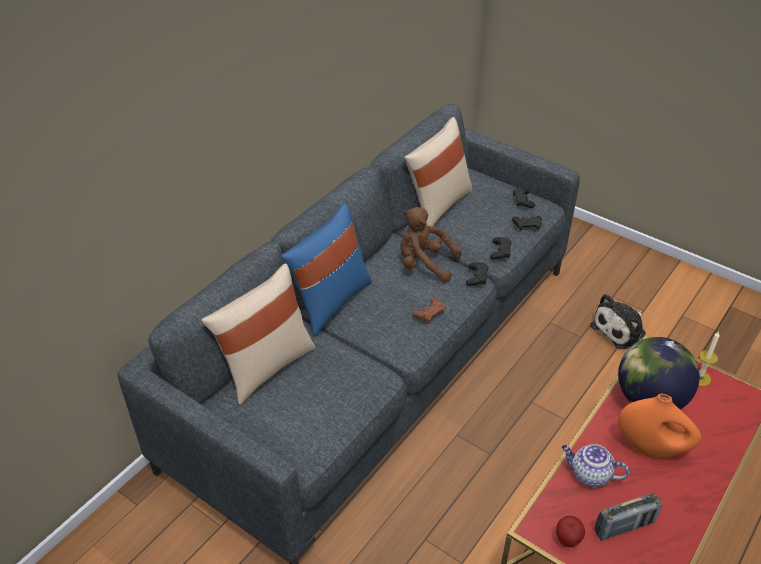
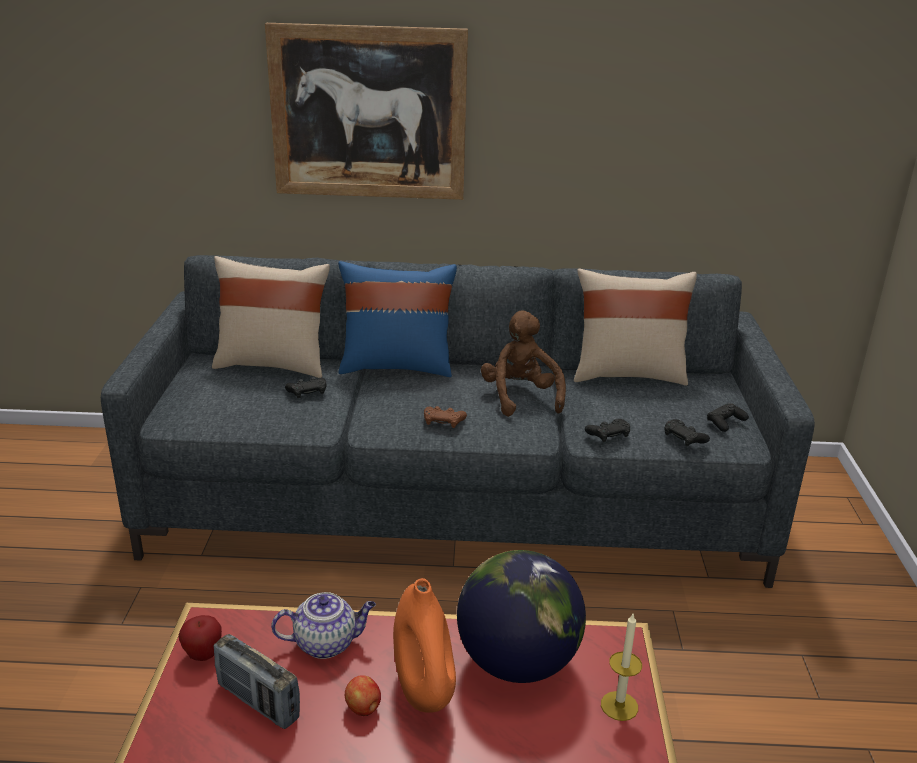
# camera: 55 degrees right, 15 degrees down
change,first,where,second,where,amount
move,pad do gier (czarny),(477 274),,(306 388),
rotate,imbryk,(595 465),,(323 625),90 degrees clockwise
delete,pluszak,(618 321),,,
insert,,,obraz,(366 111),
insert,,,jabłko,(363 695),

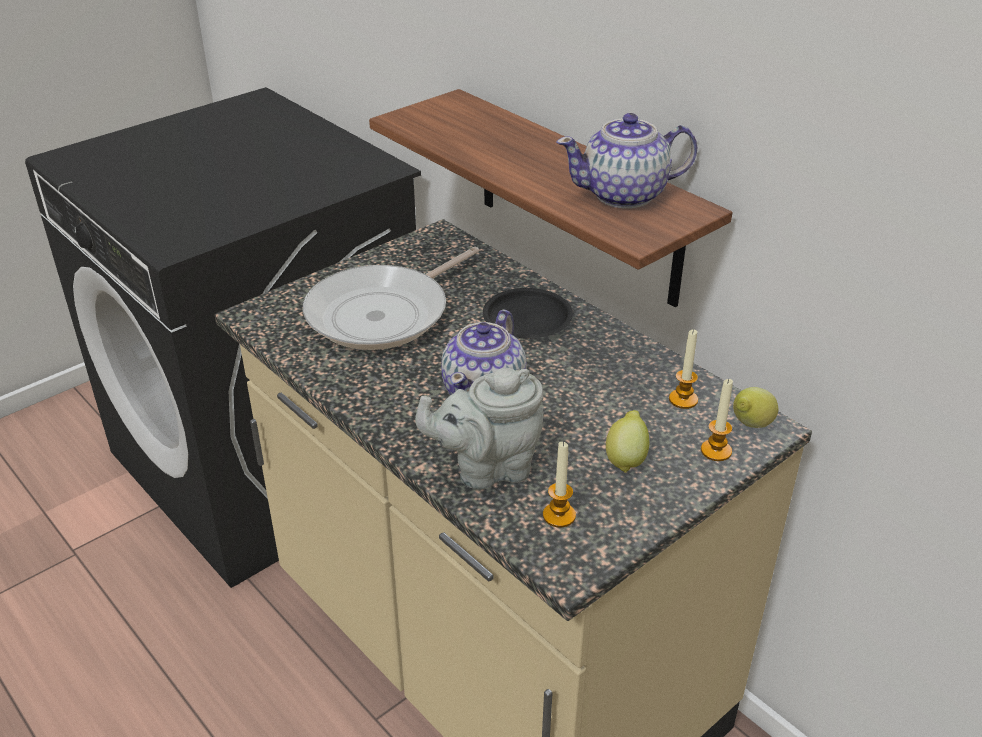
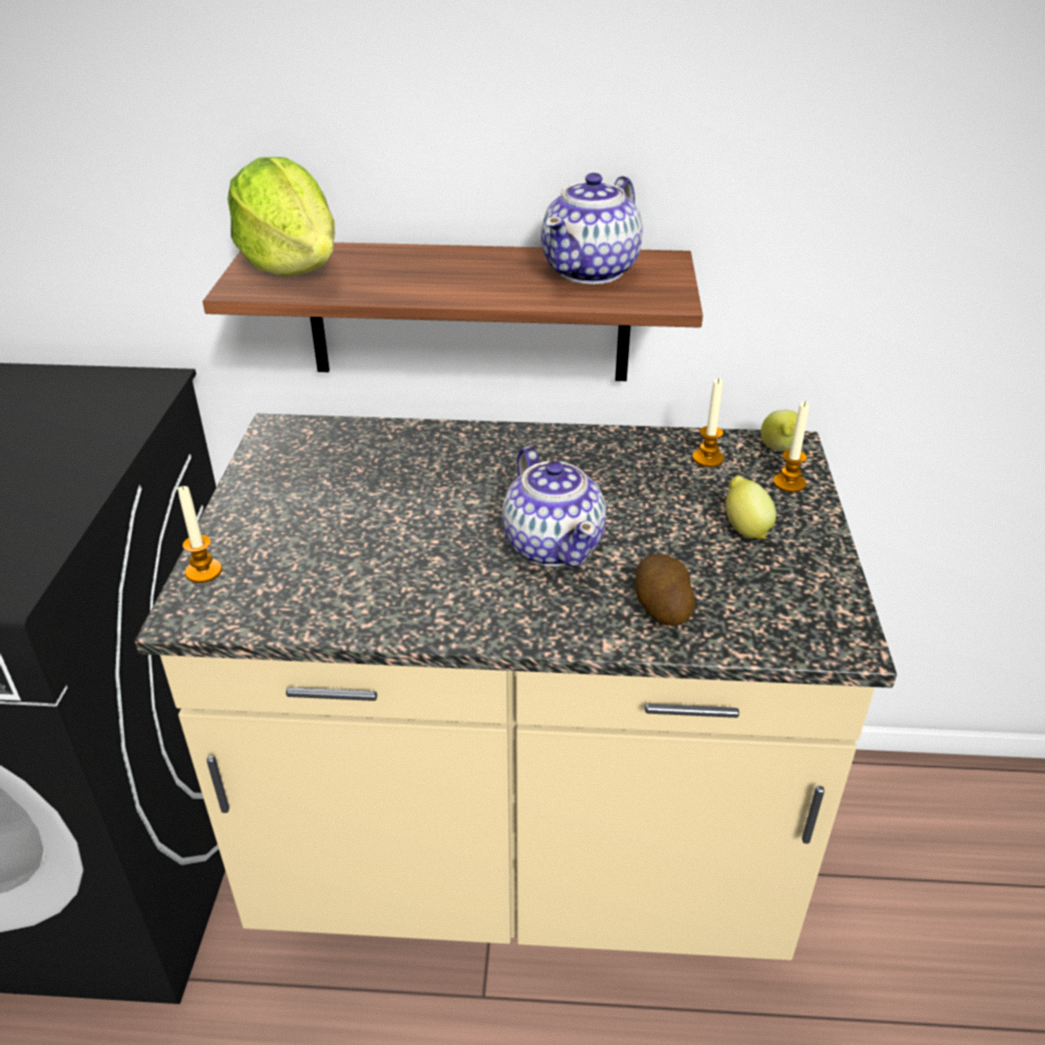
# camera: 45 degrees left, 0 degrees up
change,first,where,second,where,amount
delete,patelnia,(391 298),,,
replace,imbryk (szary),(479 428),ziemniak,(665 590),
delete,talerz (czarny),(528 313),,,
move,świeca,(559 484),,(200 534),
insert,,,sałata,(281 217),

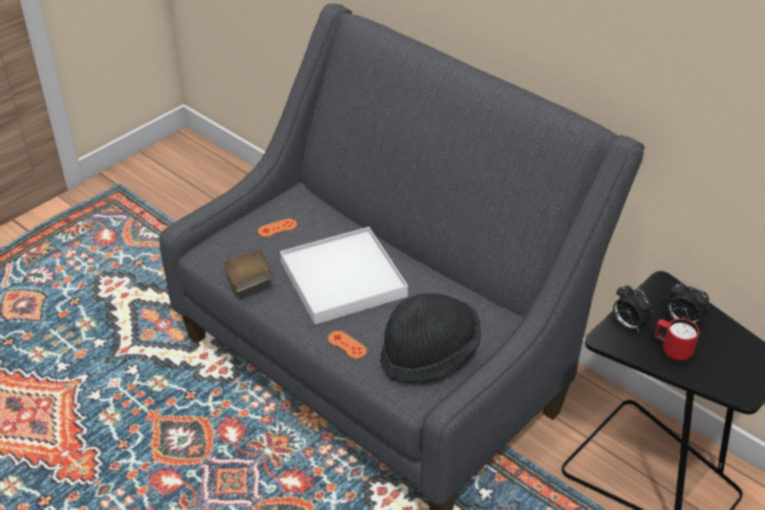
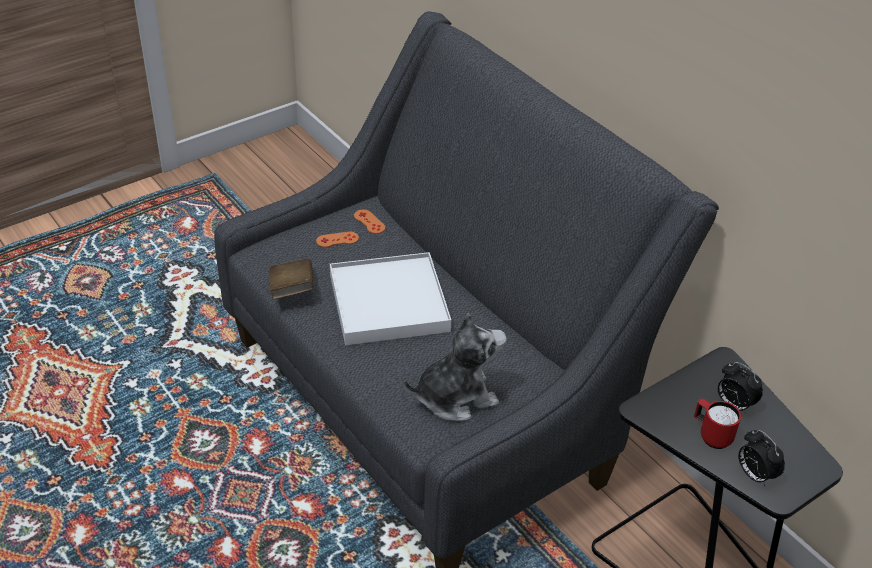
# camera: 10 degrees right, 0 degrees up
change,first,where,second,where,amount
move,pad do gier (pomarańczowy),(347 345),,(370 222),
replace,kapelusz (czarny),(430 338),pluszak,(455 367),
move,budzik,(633 308),,(761 458),

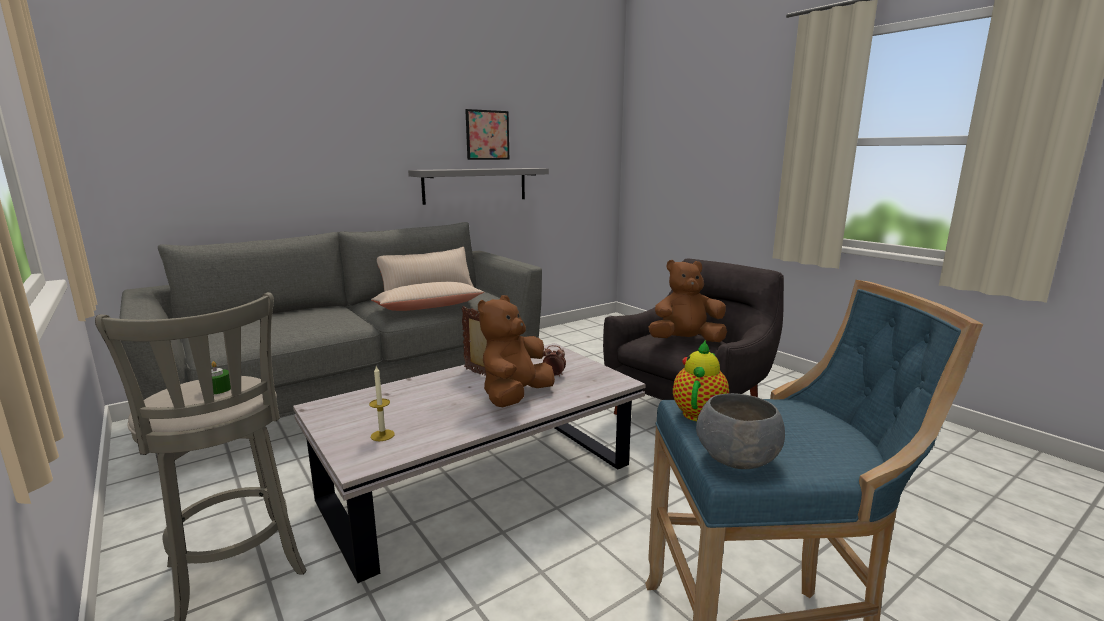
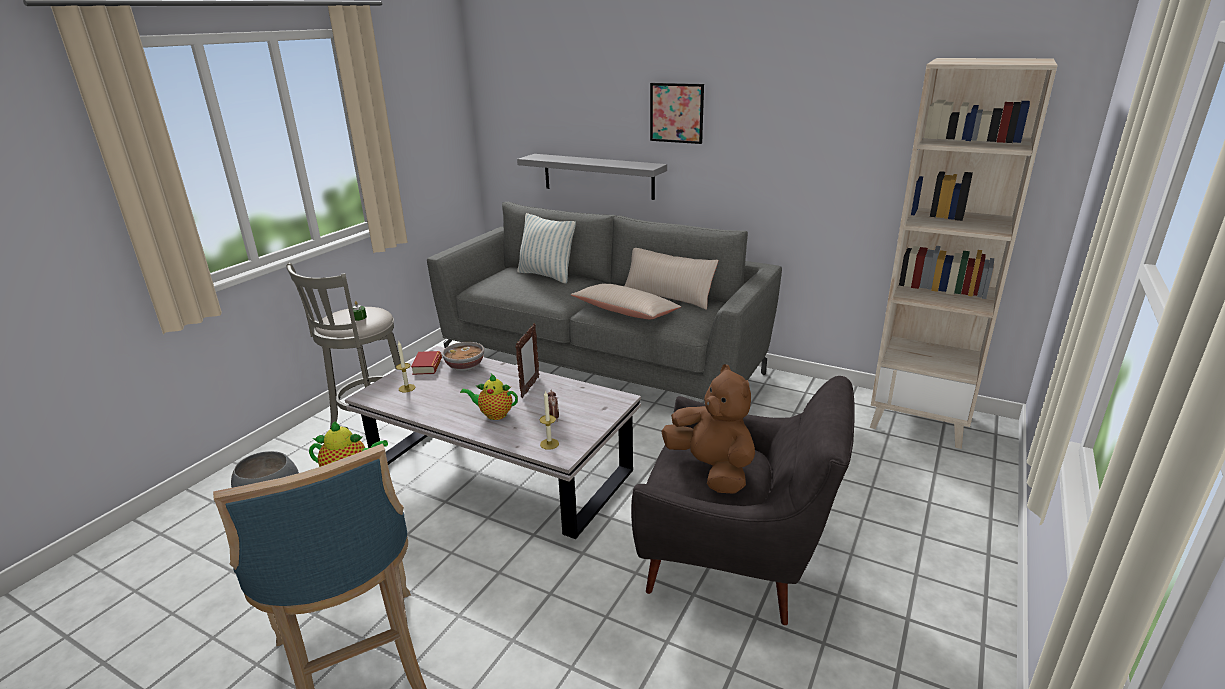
# camera: 65 degrees right, 10 degrees up
change,first,where,second,where,amount
move,półka (szary),(478 186),,(592 177),
move,obraz,(487 134),,(677 113),
replace,pluszak (brązowy),(516 351),imbryk,(489 397),
insert,,,książka,(426 363),
insert,,,miska,(463 356),
insert,,,poduszka,(546 248),
insert,,,świeca,(549 420),
insert,,,regał (beżowy),(964 253),

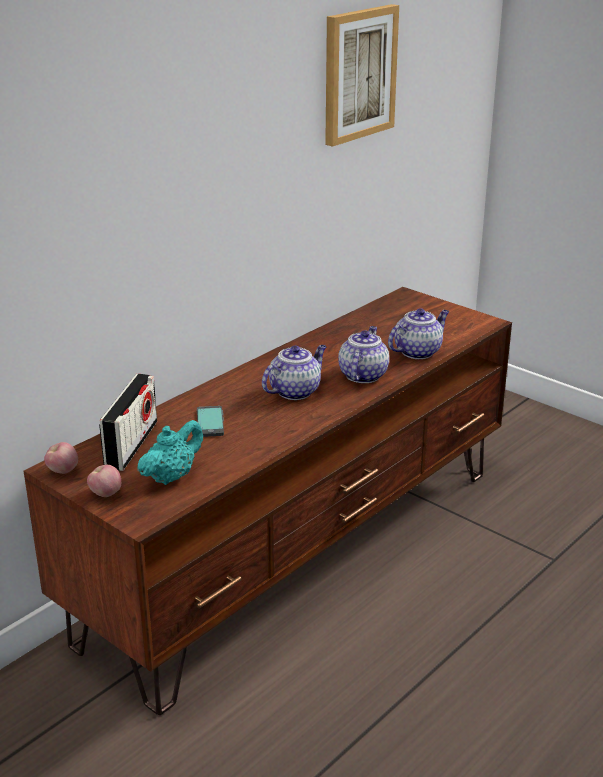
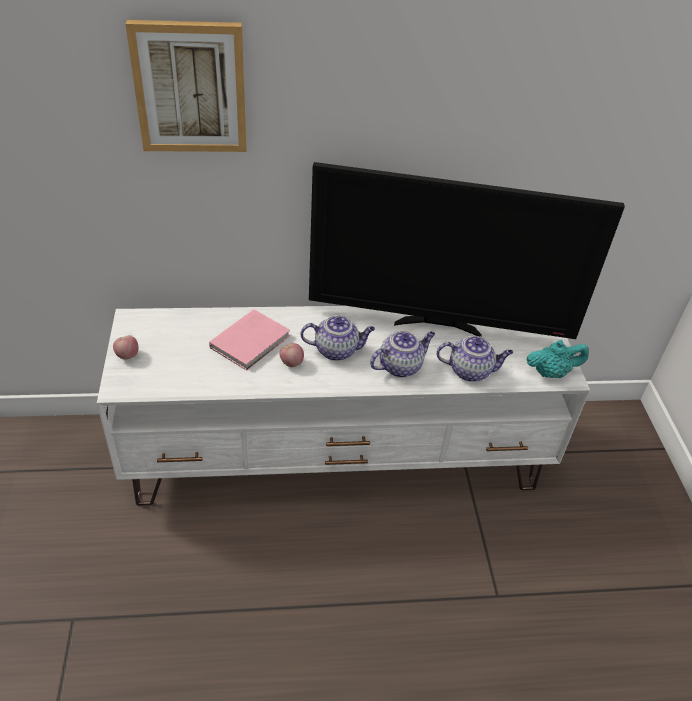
# camera: 40 degrees right, 15 degrees up
change,first,where,second,where,amount
recolor,szafka pod telewizor (brązowy),(268 501),szafka pod telewizor (biały),(343 406),
move,jabłko,(61 458),,(291 355),
delete,radio,(128 422),,,
move,imbryk (turkusowy),(170 452),,(558 359),
replace,telefon,(210 421),książka (różowy),(249 340),
move,obraz,(362 75),,(186 86),
insert,,,telewizor,(467 250),

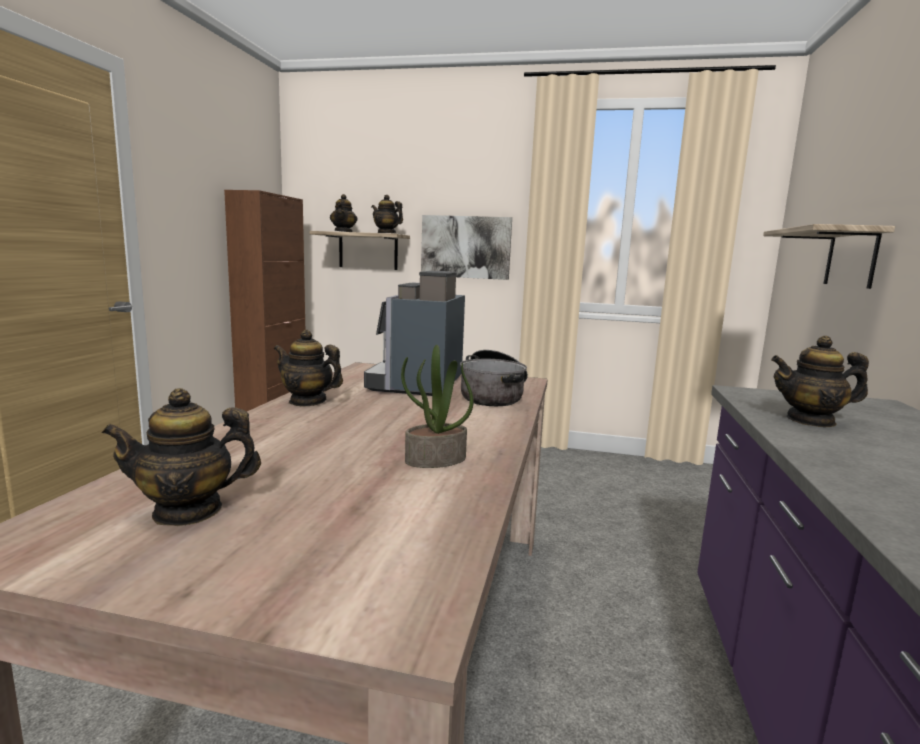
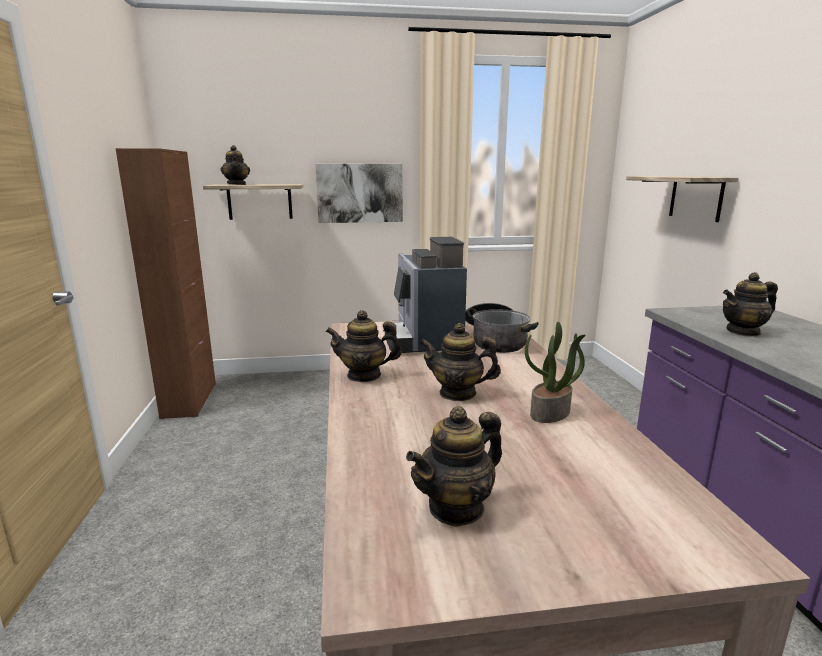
# camera: 20 degrees left, 5 degrees up
change,first,where,second,where,amount
move,imbryk,(387 214),,(460 362),

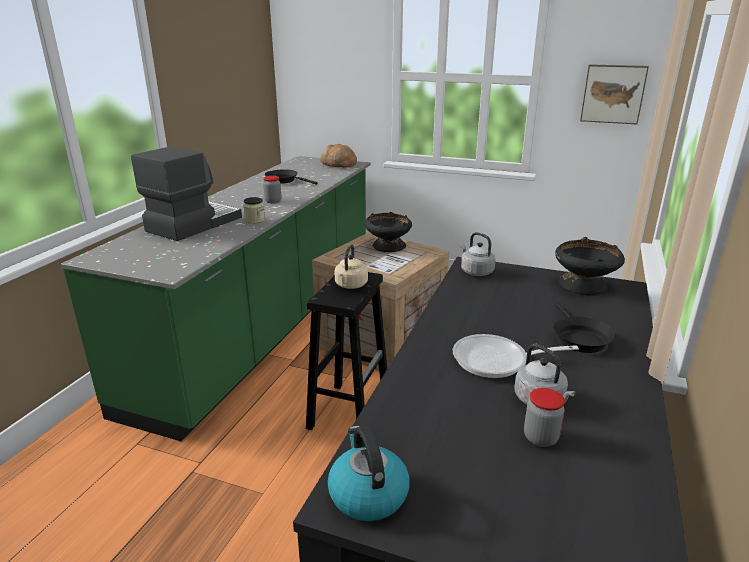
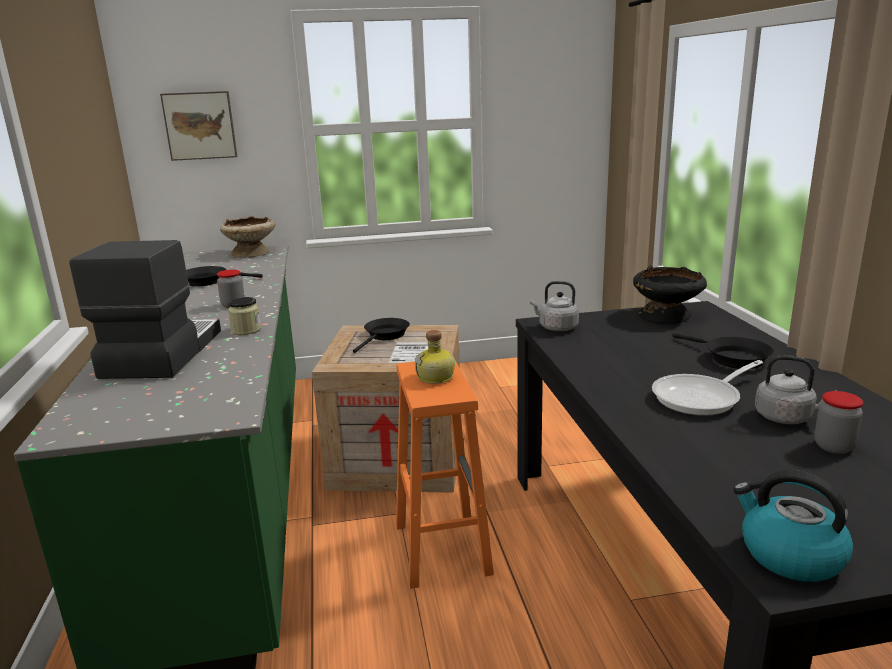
# camera: 30 degrees left, 5 degrees down
change,first,where,second,where,amount
recolor,stołek (czarny),(346 351),stołek (pomarańczowy),(445 474),
replace,chleb,(338 155),miska (beżowy),(248 237),
replace,czajnik (beżowy),(351 266),butelka,(435 357),
replace,miska (czarny),(388 232),patelnia (czarny),(381 335),
move,obraz,(614 94),,(198 126),

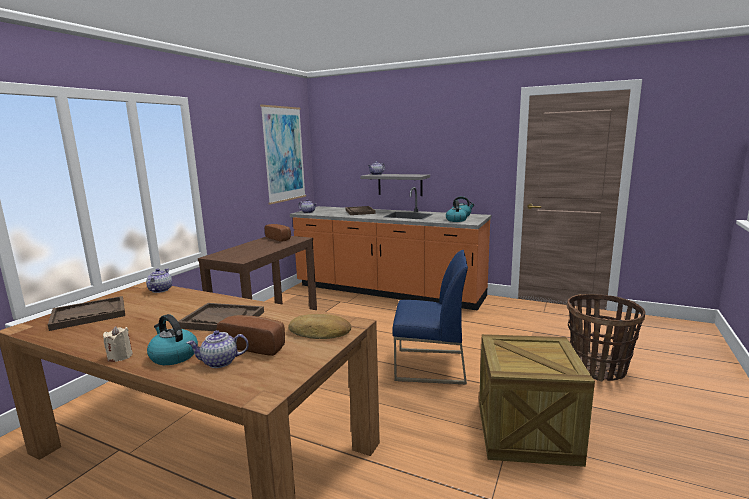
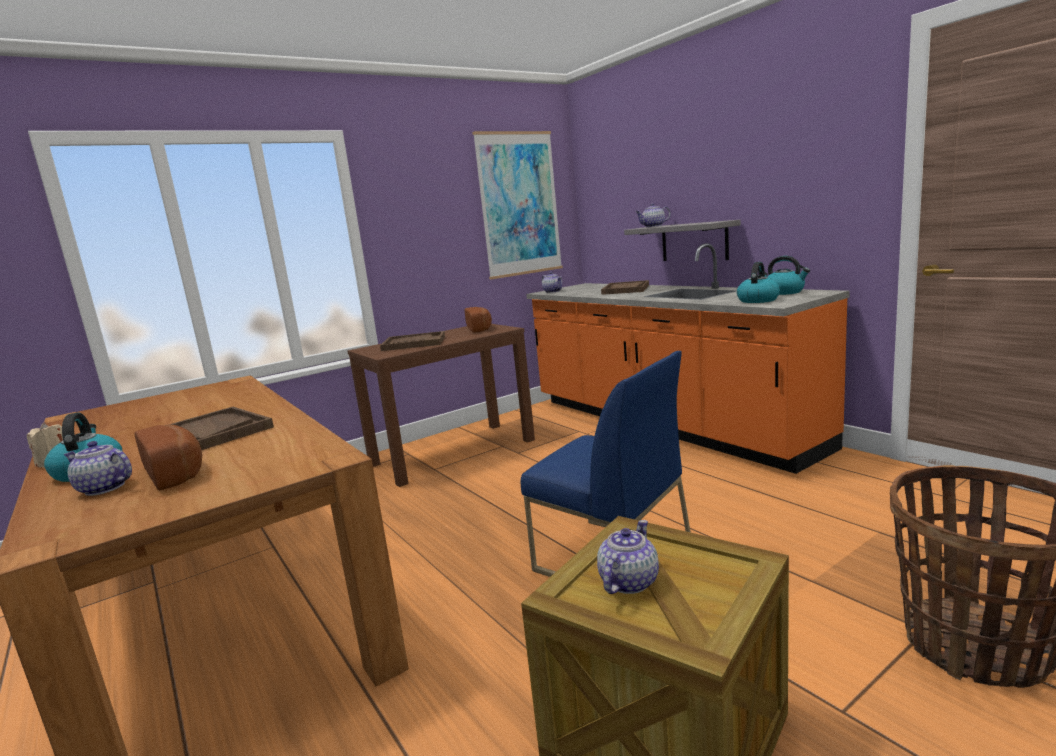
# camera: 30 degrees right, 0 degrees up
change,first,where,second,where,amount
move,taca (brązowy),(86 313),,(412 341),
move,imbryk,(159 280),,(628 557),
delete,chleb,(320 326),,,

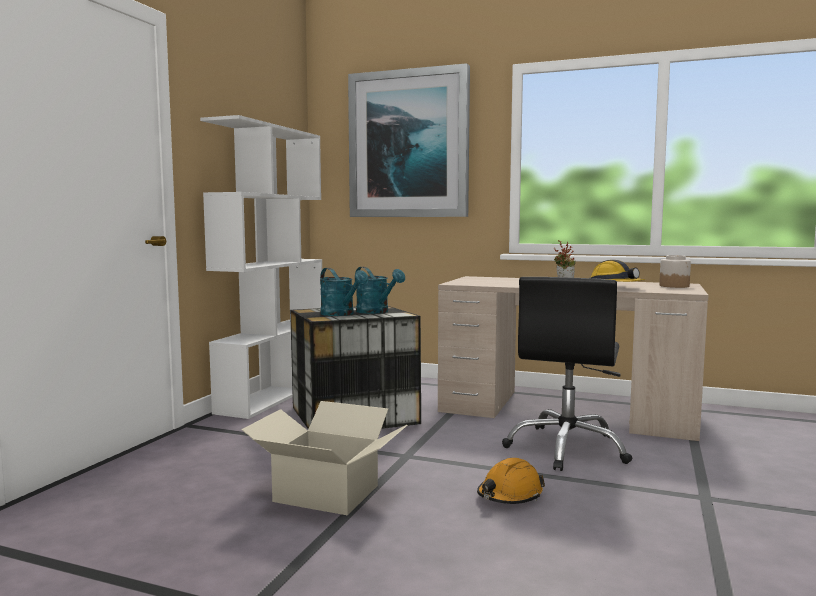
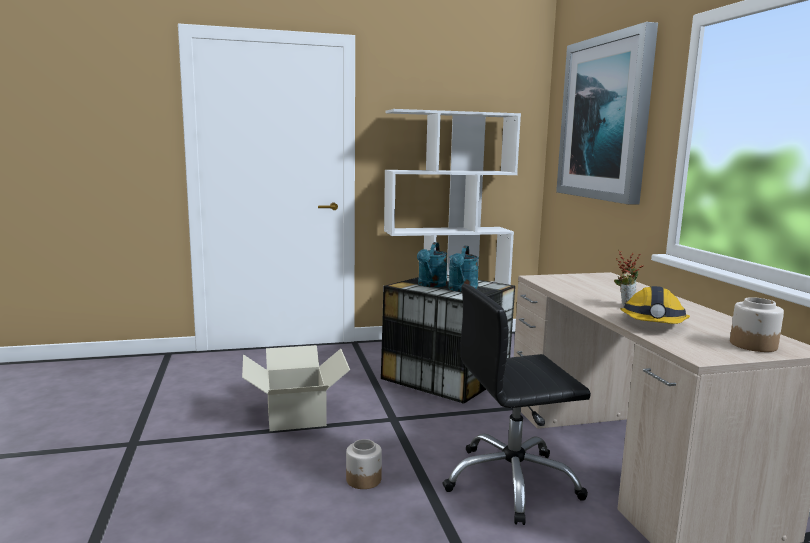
# camera: 55 degrees right, 5 degrees up
change,first,where,second,where,amount
replace,kask (pomarańczowy),(511 481),słoik,(364 464),

